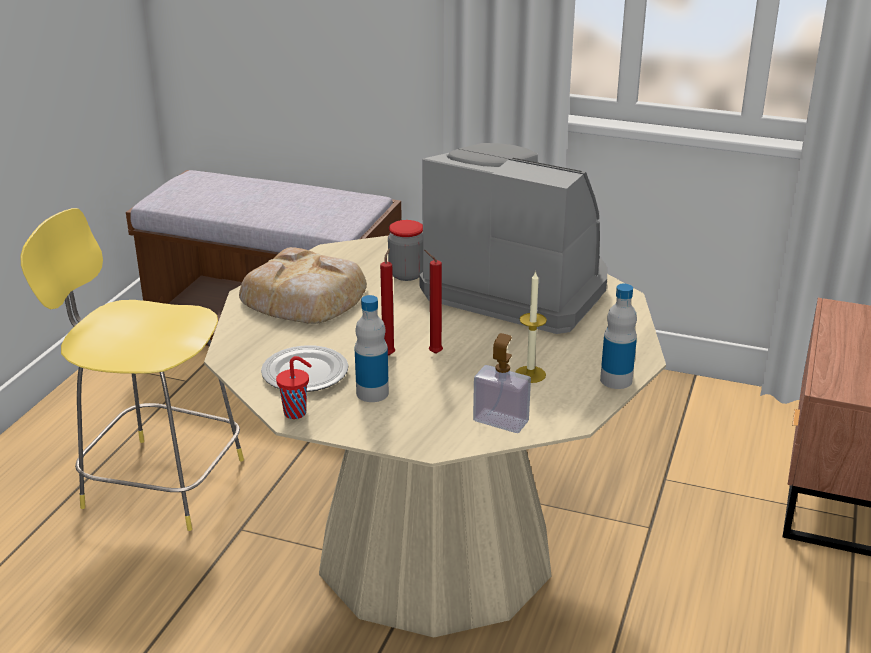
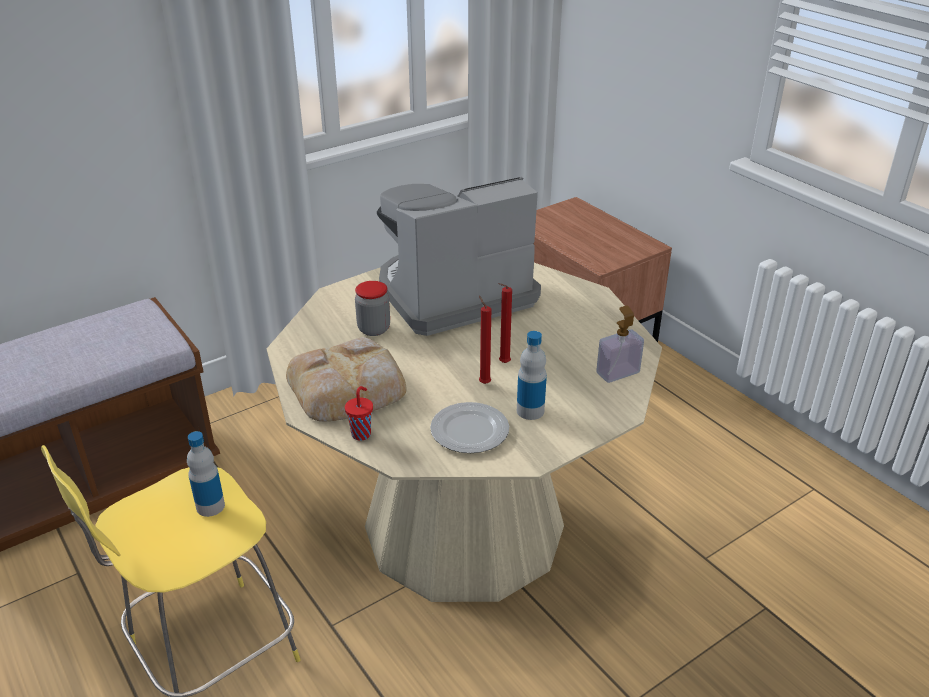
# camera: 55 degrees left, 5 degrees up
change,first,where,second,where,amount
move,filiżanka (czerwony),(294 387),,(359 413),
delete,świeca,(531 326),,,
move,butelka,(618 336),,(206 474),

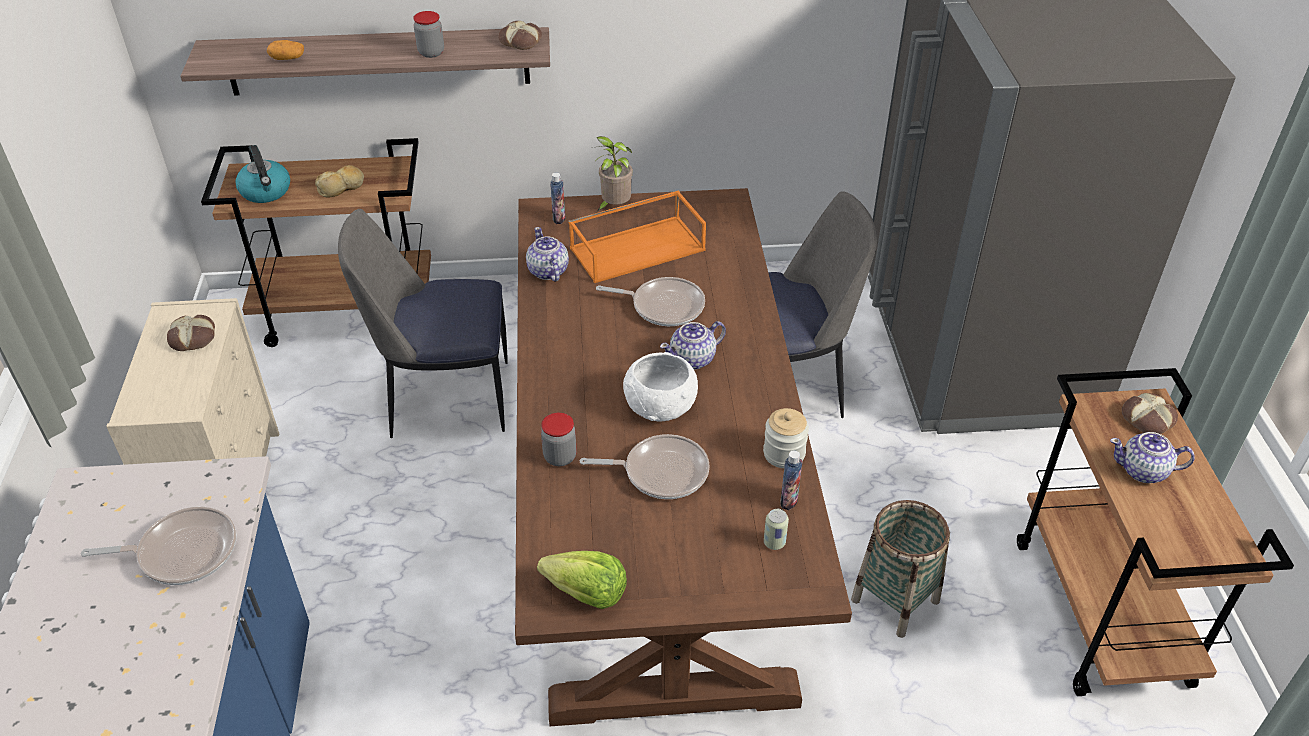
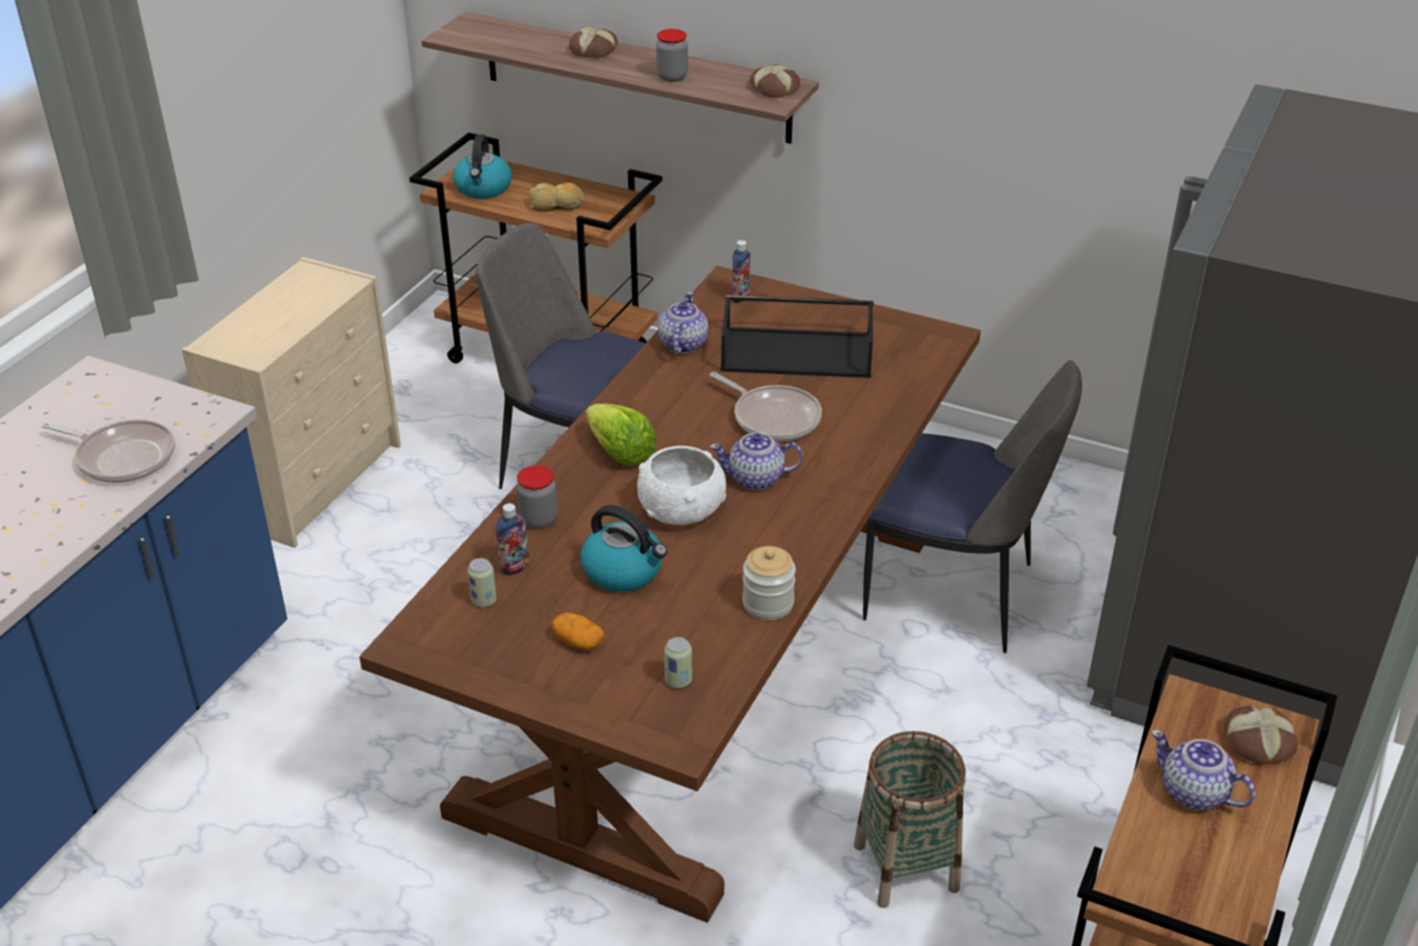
# camera: 30 degrees right, 5 degrees down
change,first,where,second,where,amount
move,chleb,(191 333),,(593 42),
move,ziemniak,(285 50),,(577 631),
move,sałata,(582 580),,(621 435),
recolor,taca (pomarańczowy),(637 237),taca (czarny),(797 336),
replace,patelnia,(645 466),czajnik,(624 548),
delete,roślina doniczkowa,(612 174),,,
move,butelka,(791 480),,(512 539),
insert,,,puszka,(482 582),

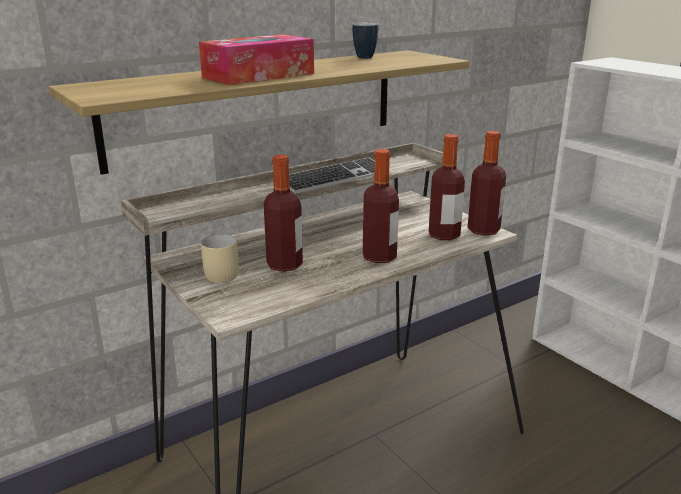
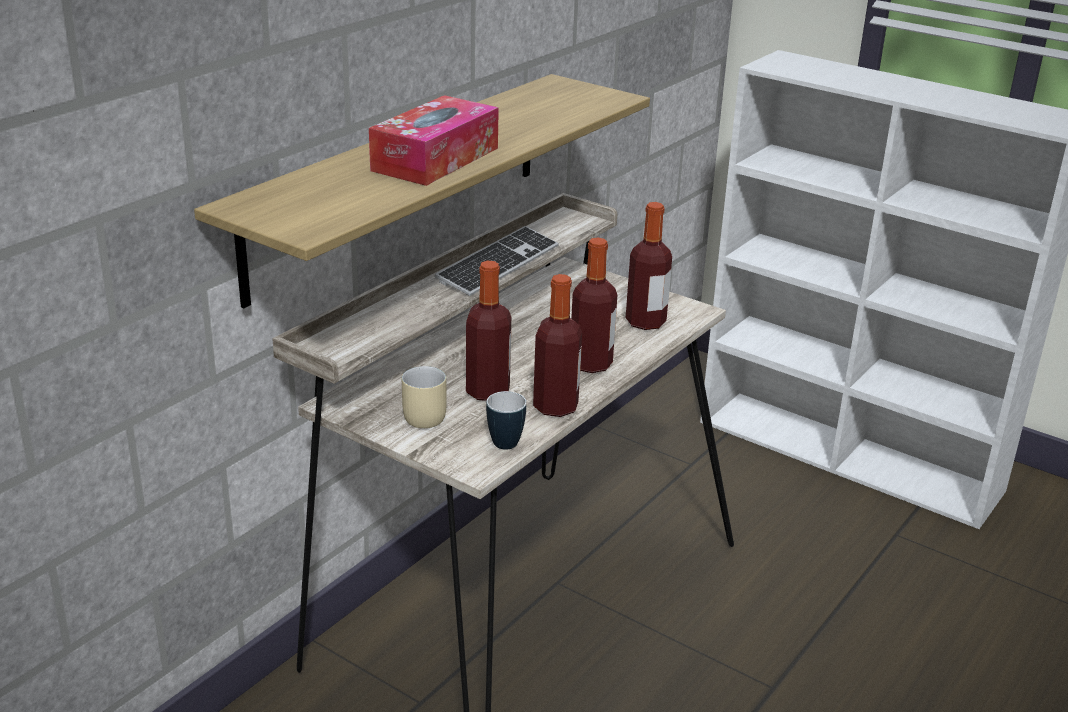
# camera: 20 degrees left, 5 degrees up
change,first,where,second,where,amount
move,kubek,(365 40),,(506 420),
move,butelka,(487 183),,(557 345),

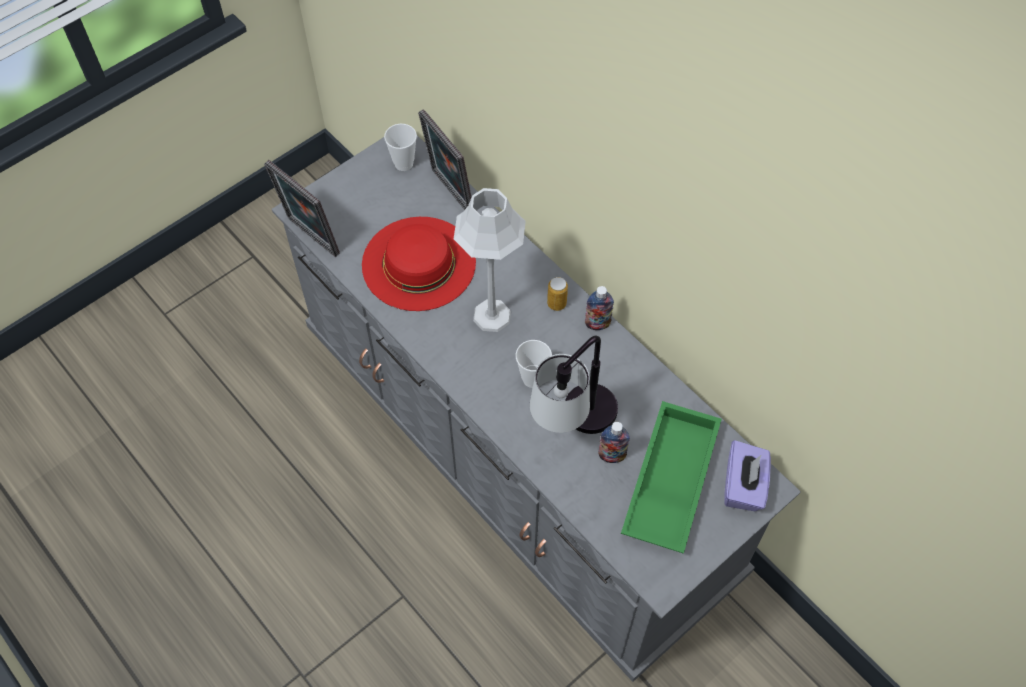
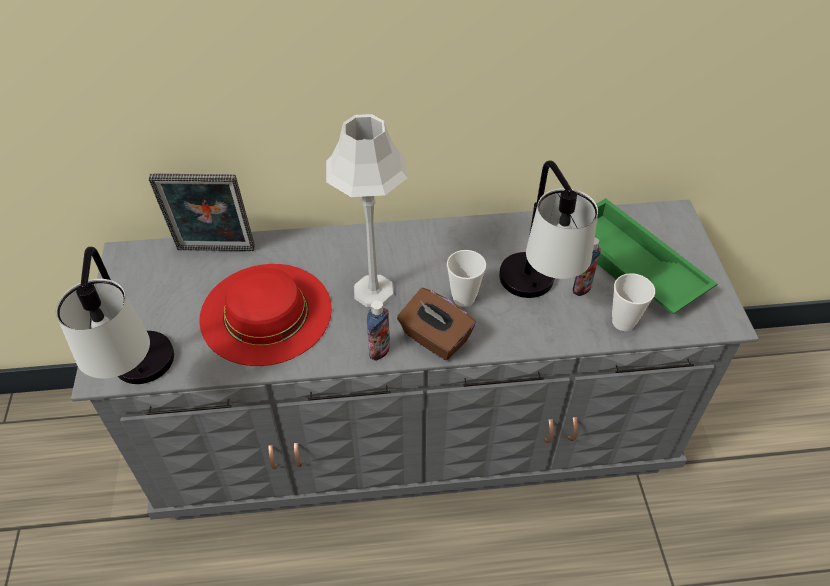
# camera: 55 degrees left, 10 degrees down
change,first,where,second,where,amount
replace,ramka na zdjęcie,(302 208),lampa stołowa,(115 315),
move,filiżanka,(400 147),,(633 302),
delete,puszka,(557 294),,,
move,butelka,(599 308),,(378 330),
delete,pudełko chusteczek (fioletowy),(747 475),,,
insert,,,pudełko chusteczek (brązowy),(436 324),

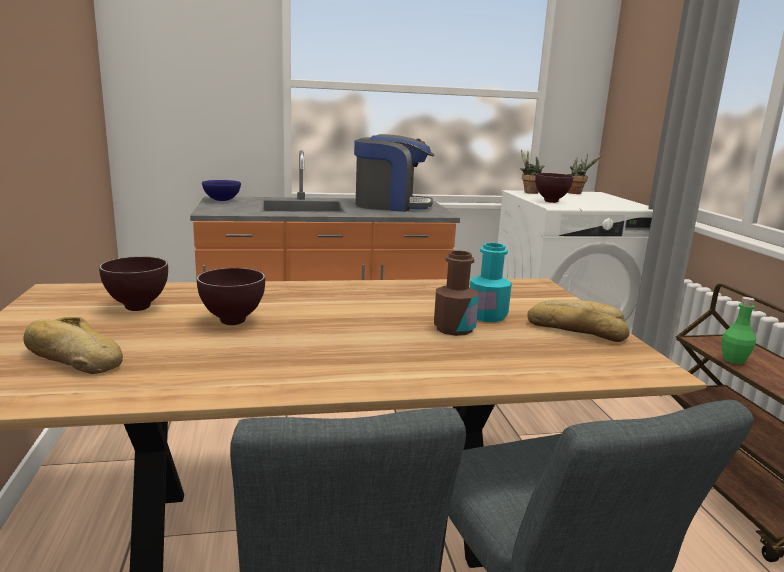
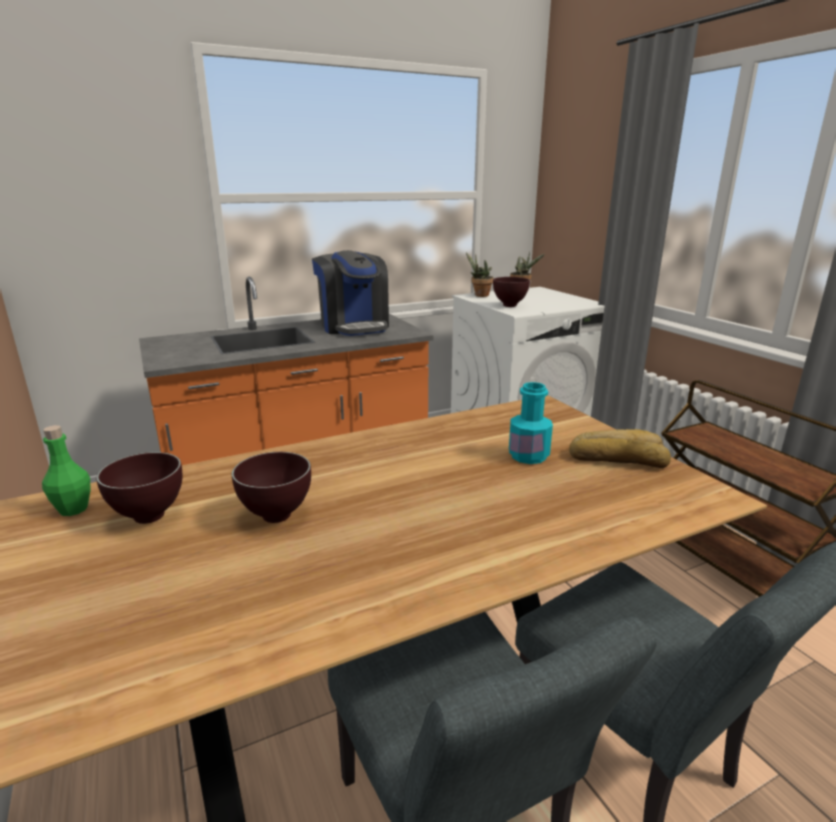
# camera: 15 degrees left, 5 degrees up
change,first,where,second,where,amount
delete,chleb,(73 345),,,
delete,miska (niebieski),(221 190),,,
rotate,ekspres do kawy,(394 173),,(350 293),75 degrees clockwise
delete,butelka (brązowy),(456 293),,,
move,butelka (zielony),(739 330),,(66 470),

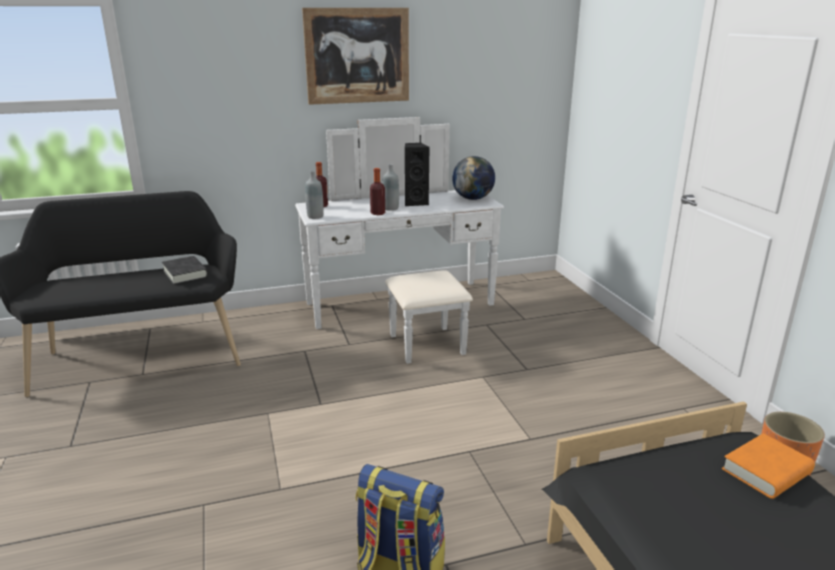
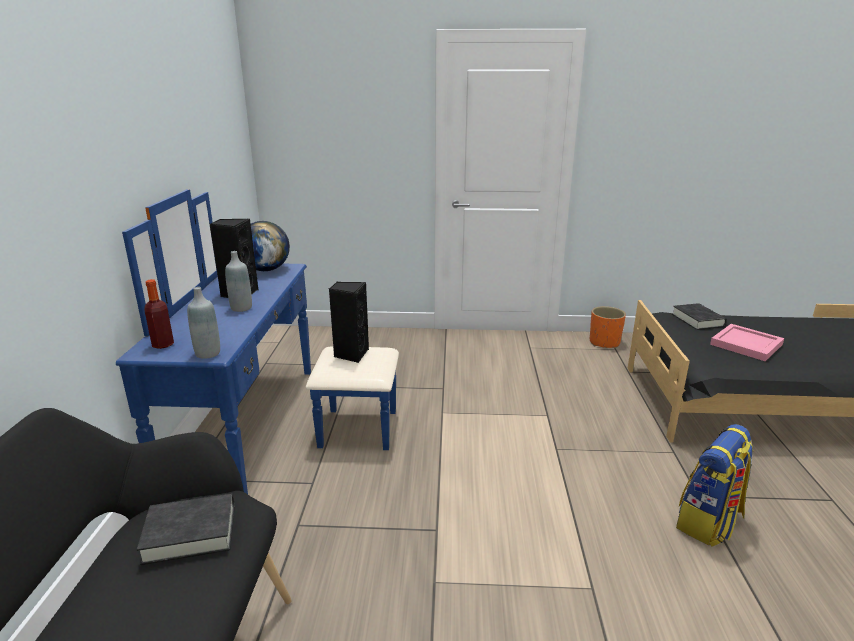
# camera: 70 degrees left, 0 degrees up
change,first,where,second,where,amount
recolor,komoda (biały),(399 240),komoda (niebieski),(257 341),
delete,obraz,(355 56),,,
delete,butelka,(377 191),,,
recolor,książka (pomarańczowy),(768 466),książka (czarny),(699 316),
insert,,,głośnik (czarny),(349 322),
insert,,,taca (różowy),(747 342),

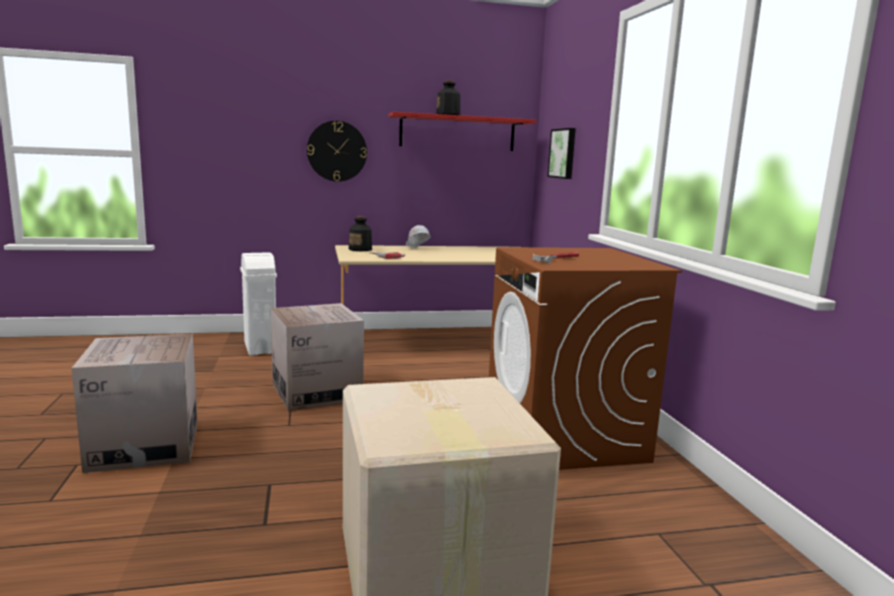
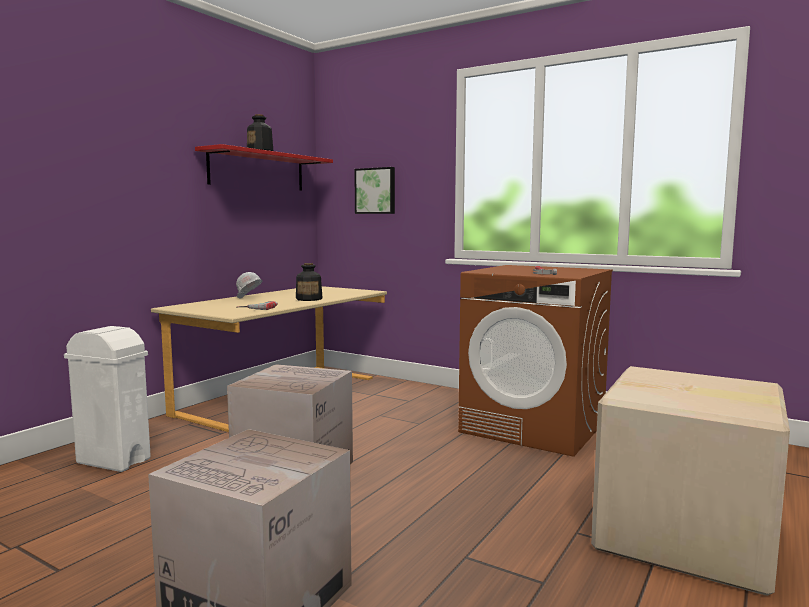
# camera: 45 degrees left, 5 degrees down
change,first,where,second,where,amount
delete,zegar ścienny,(337 151),,,
move,butelka,(360 233),,(309 282),

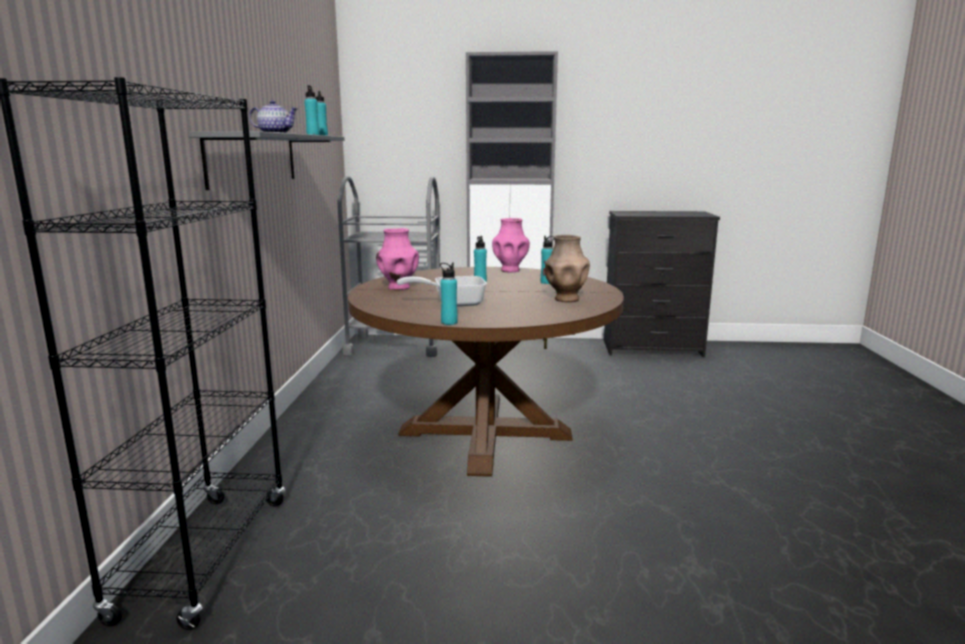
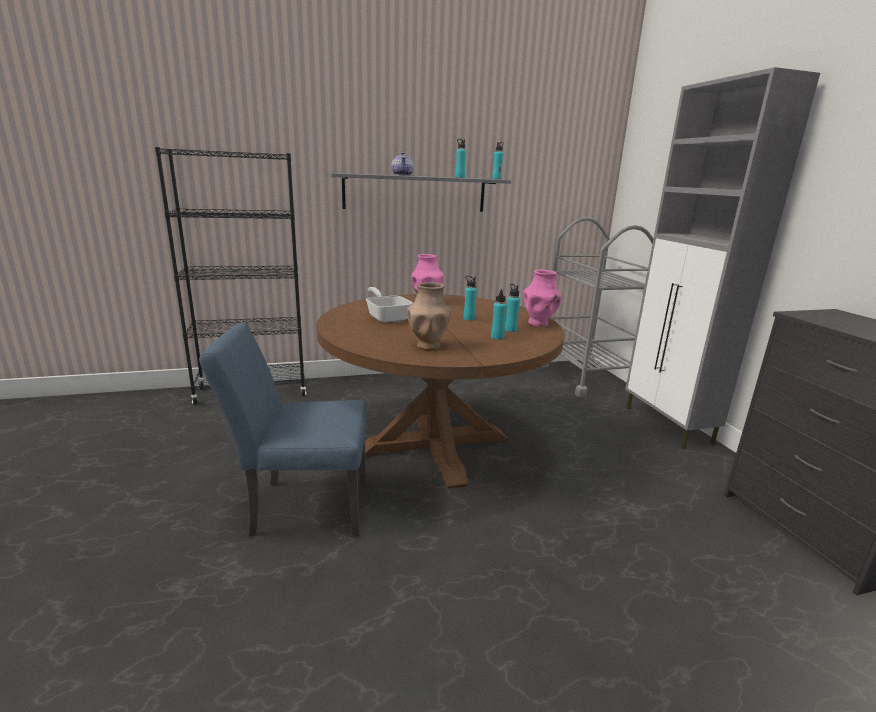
# camera: 70 degrees right, 5 degrees up
change,first,where,second,where,amount
move,butelka (turkusowy),(449 294),,(512 308),
insert,,,krzesło (niebieski),(283 429),

